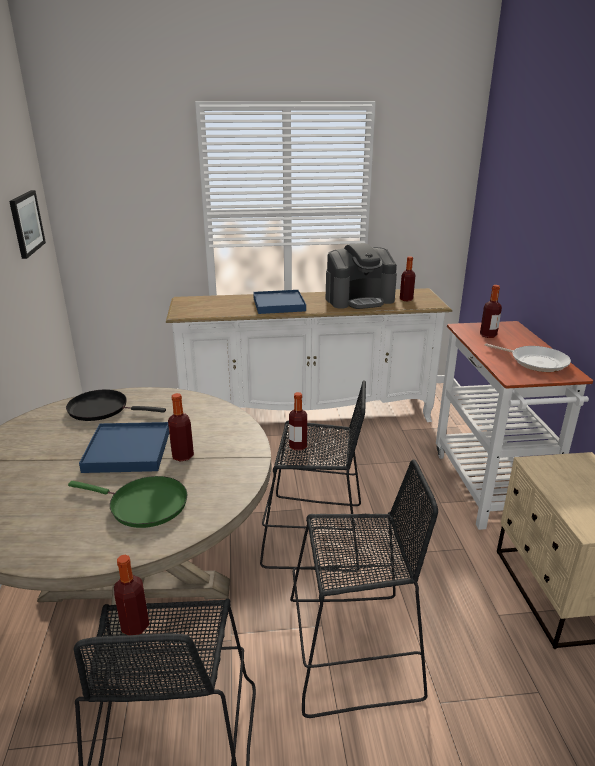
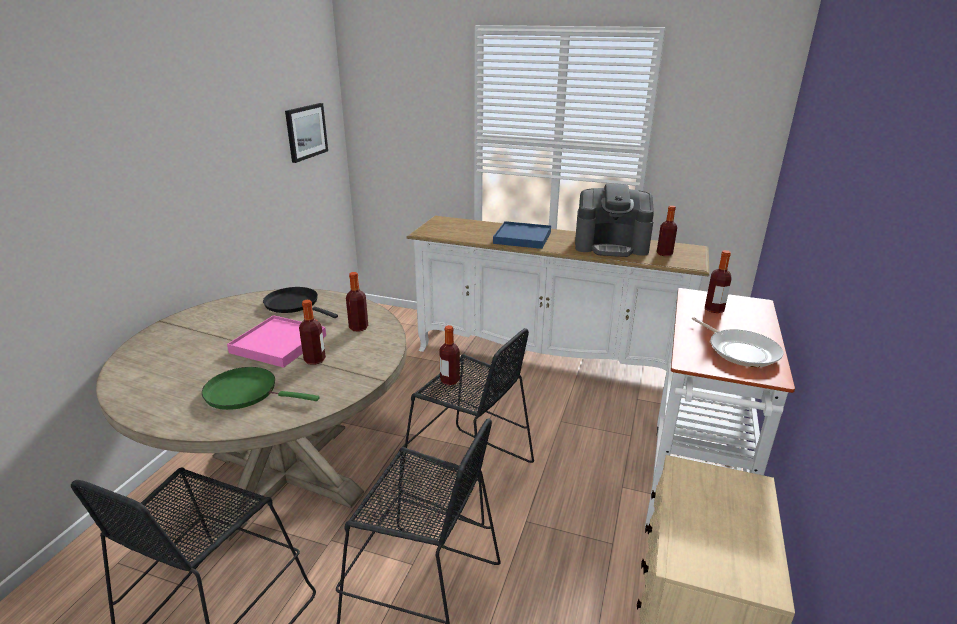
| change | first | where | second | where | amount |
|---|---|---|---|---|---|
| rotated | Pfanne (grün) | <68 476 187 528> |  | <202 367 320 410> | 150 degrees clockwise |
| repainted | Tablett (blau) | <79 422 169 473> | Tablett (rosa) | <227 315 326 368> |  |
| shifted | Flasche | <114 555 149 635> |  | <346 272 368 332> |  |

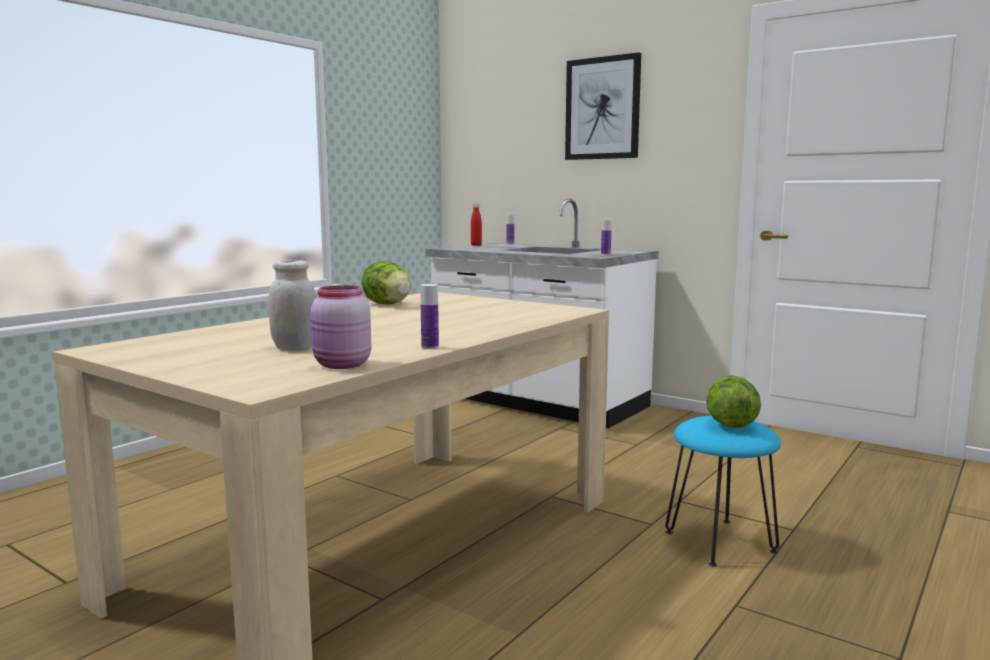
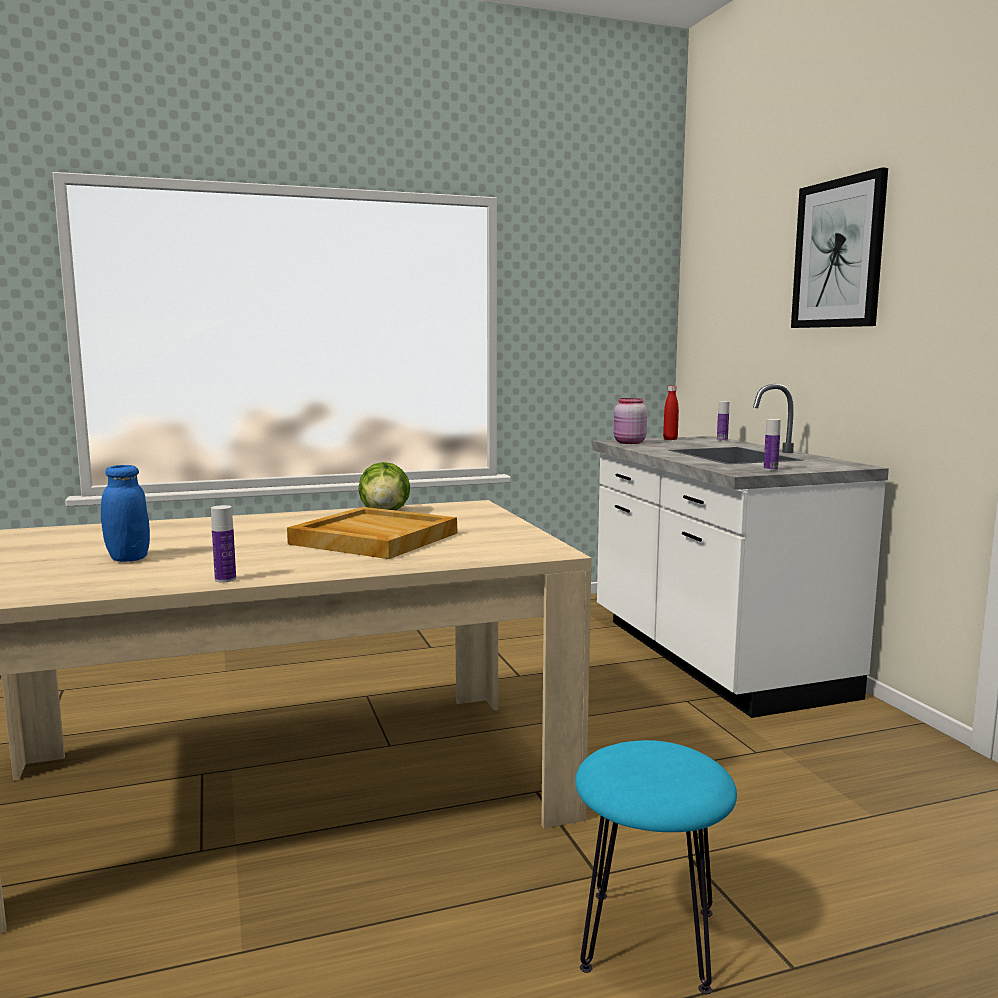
| change | first | where | second | where | amount |
|---|---|---|---|---|---|
| repainted | Vorratsglas (weiß) | <269 260 316 351> | Vorratsglas (blau) | <101 465 150 562> |  |
| shifted | Vorratsglas (rosa) | <311 285 371 369> |  | <614 398 647 444> |  |
| gone | Salatkopf | <706 375 761 428> |  |  |  |
| new |  |  | Tablett (beige) | <287 507 457 559> |  |

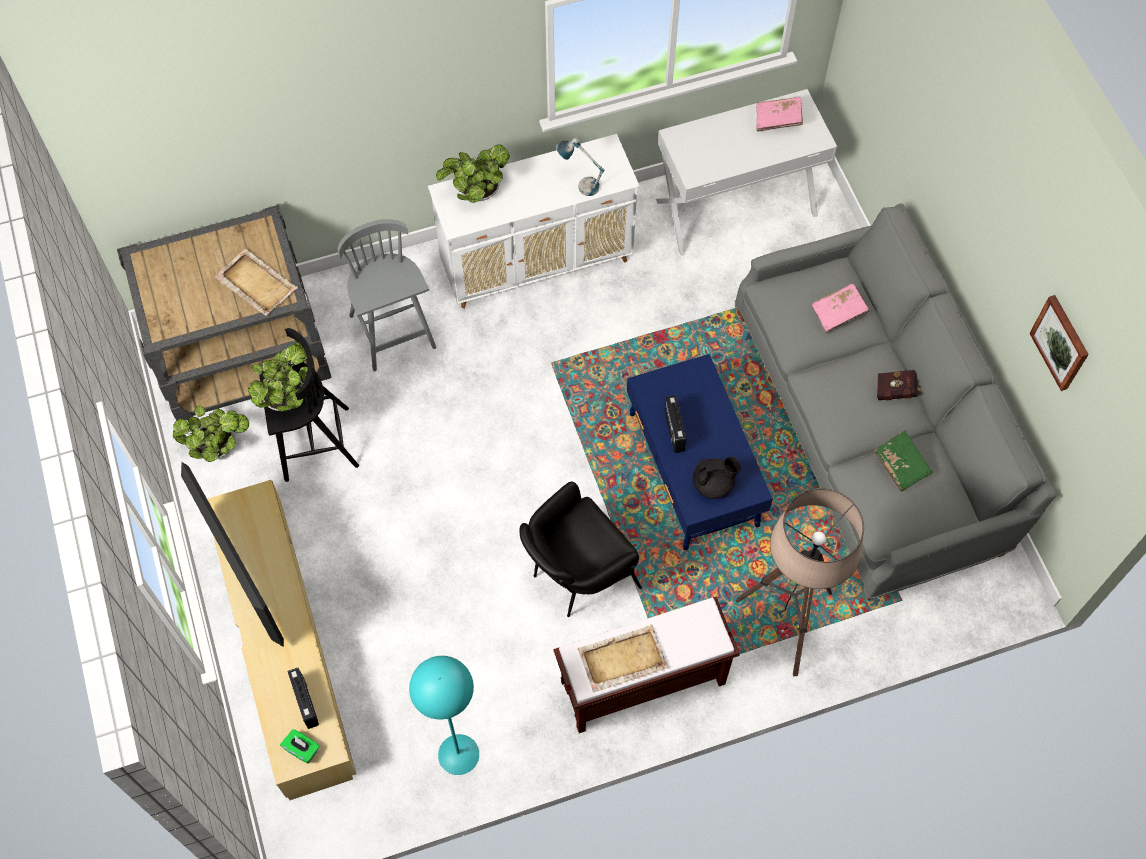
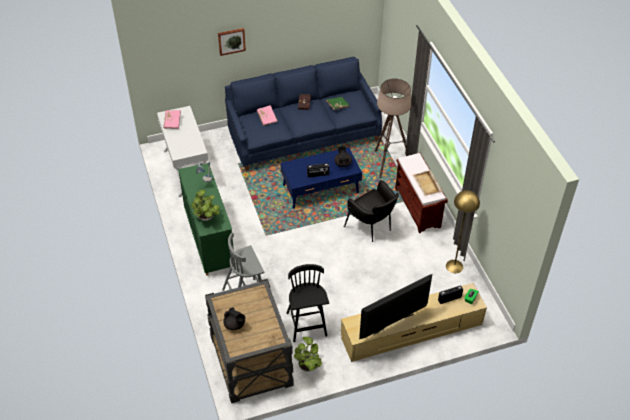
| change | first | where | second | where | amount |
|---|---|---|---|---|---|
| gone | Tablett (beige) | <214 249 298 316> |  |  |  |
| gone | Topfpflanze | <248 342 312 411> |  |  |  |
| repainted | Stehlampe (türkis) | <409 656 479 775> | Stehlampe (gelb) | <446 190 480 273> |  |
| repainted | Schrank (weiß) | <428 134 640 309> | Schrank (grün) | <178 164 234 276> |  |
| repainted | Sofa (grau) | <735 203 1056 600> | Sofa (blau) | <225 57 382 171> |  |
| shifted | Bild | <1029 295 1089 391> |  | <218 28 246 56> |  |
| new |  |  | Teekanne (schwarz) | <223 308 246 330> |  |

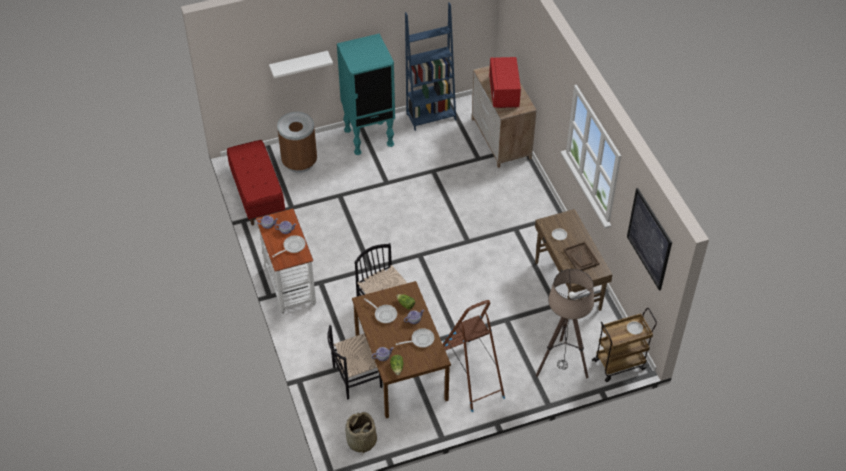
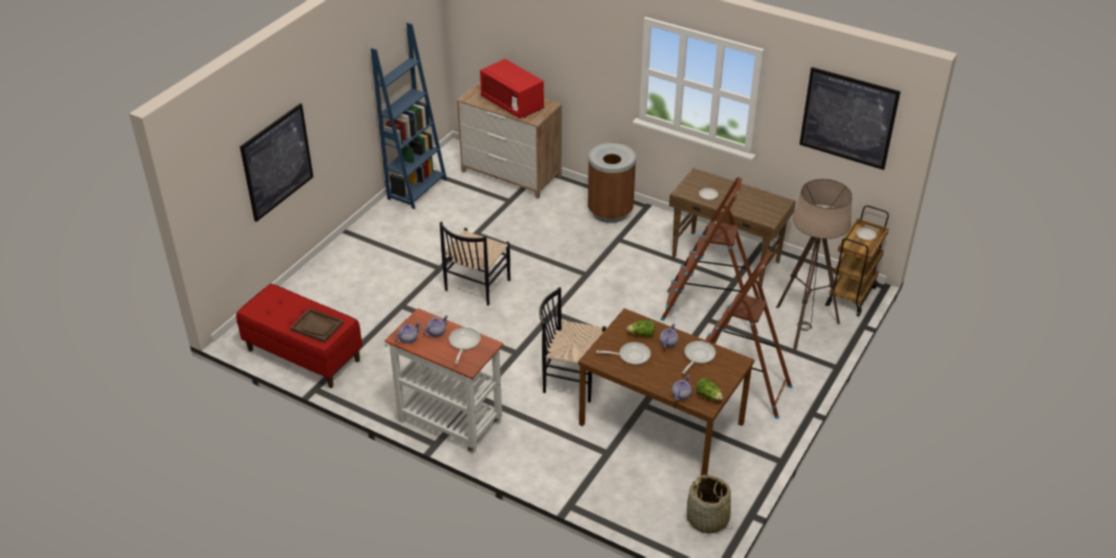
| change | first | where | second | where | amount |
|---|---|---|---|---|---|
| swapped | Wandregal (weiß) | <269 51 333 78> | Bild | <240 103 313 222> |  |
| shifted | Mülleimer (braun) | <277 112 317 173> |  | <588 142 636 223> |  |
| shifted | Stuhl (schwarz) | <327 325 382 399> |  | <440 221 510 306> |  |
| gone | Schrank (türkis) | <337 33 395 155> |  |  |  |
| shifted | Tablett (braun) | <563 241 599 271> |  | <290 308 343 343> |  |
| new |  |  | Trittleiter (braun) | <660 177 760 334> |  |

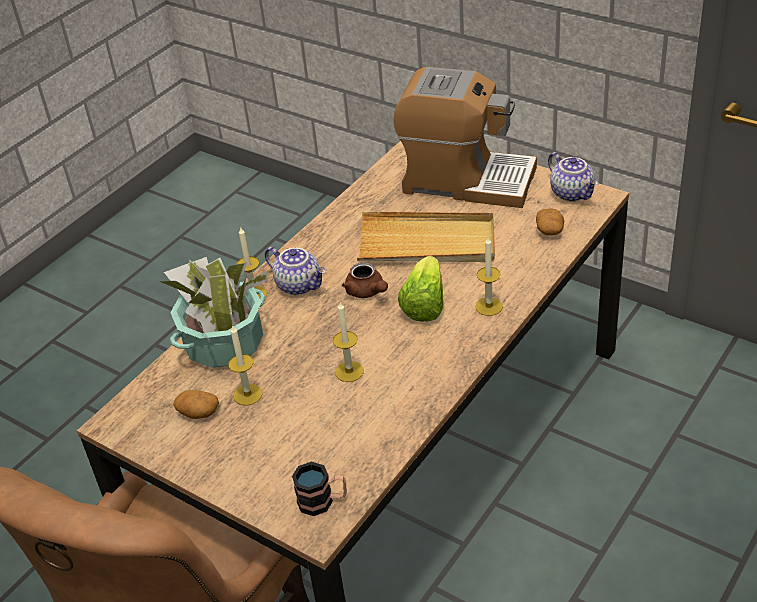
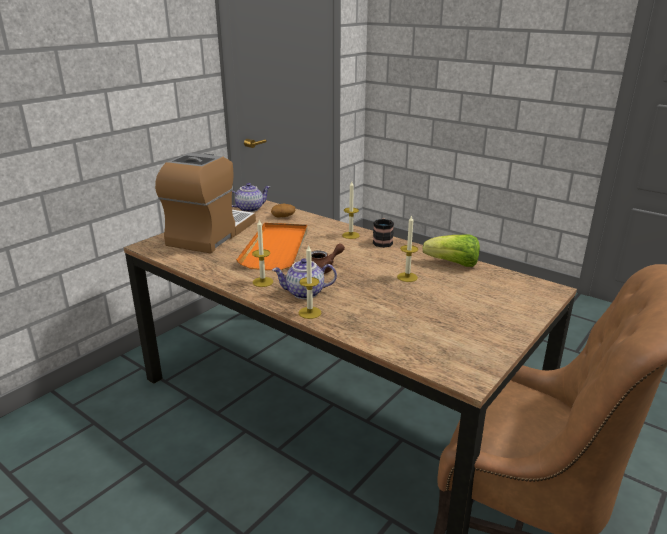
| change | first | where | second | where | amount |
|---|---|---|---|---|---|
| gone | Topfpflanze | <159 257 268 368> |  |  |  |
| gone | Kartoffel | <173 390 219 419> |  |  |  |
| shifted | Kerze | <228 325 262 406> |  | <252 220 273 287> |  |
| rotated | Teekanne | <265 247 326 295> |  | <272 258 337 299> | 135 degrees counterclockwise |
| shifted | Henkelbecher | <292 462 347 516> |  | <373 218 394 248> |  |
| repainted | Tablett (beige) | <357 212 495 262> | Tablett (orange) | <236 223 308 270> |  |
| shifted | Salatkopf | <398 256 443 322> |  | <423 234 480 267> |  |

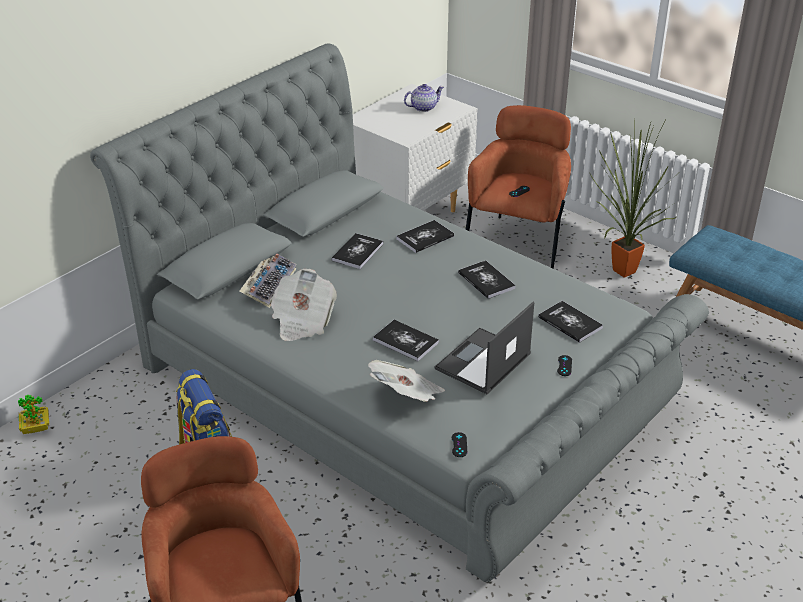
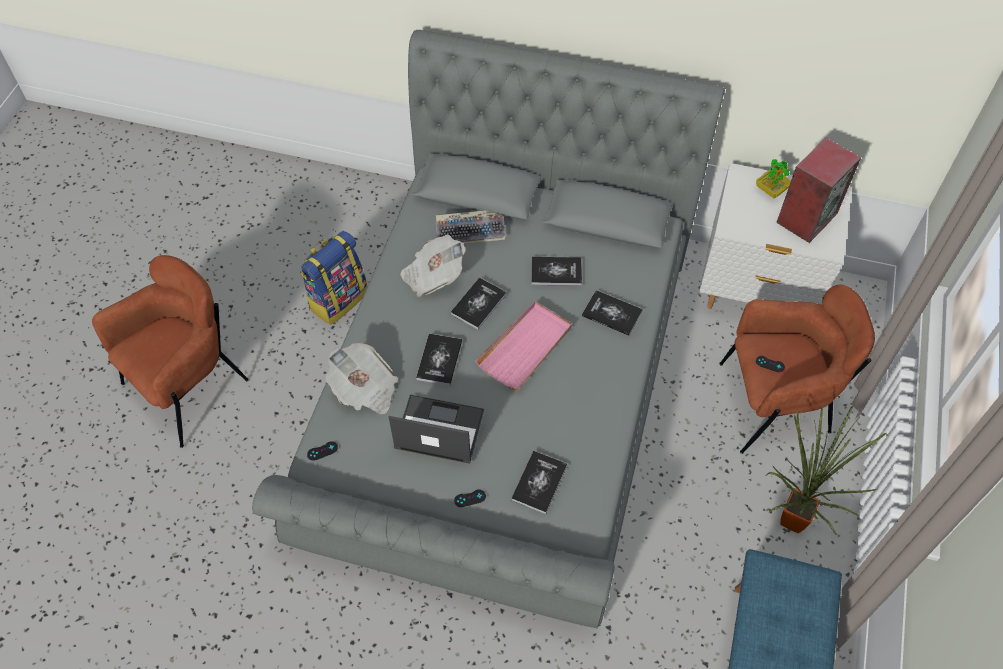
| change | first | where | second | where | amount |
|---|---|---|---|---|---|
| shifted | Topfpflanze | <18 395 49 434> |  | <756 159 791 199> |  |
| swapped | Teekanne | <404 84 444 112> | Lautsprecher | <776 137 861 243> |  |
| shifted | Buch | <458 260 516 299> |  | <450 278 507 329> |  |
| new |  |  | Tablett (rosa) | <475 301 572 390> |  |

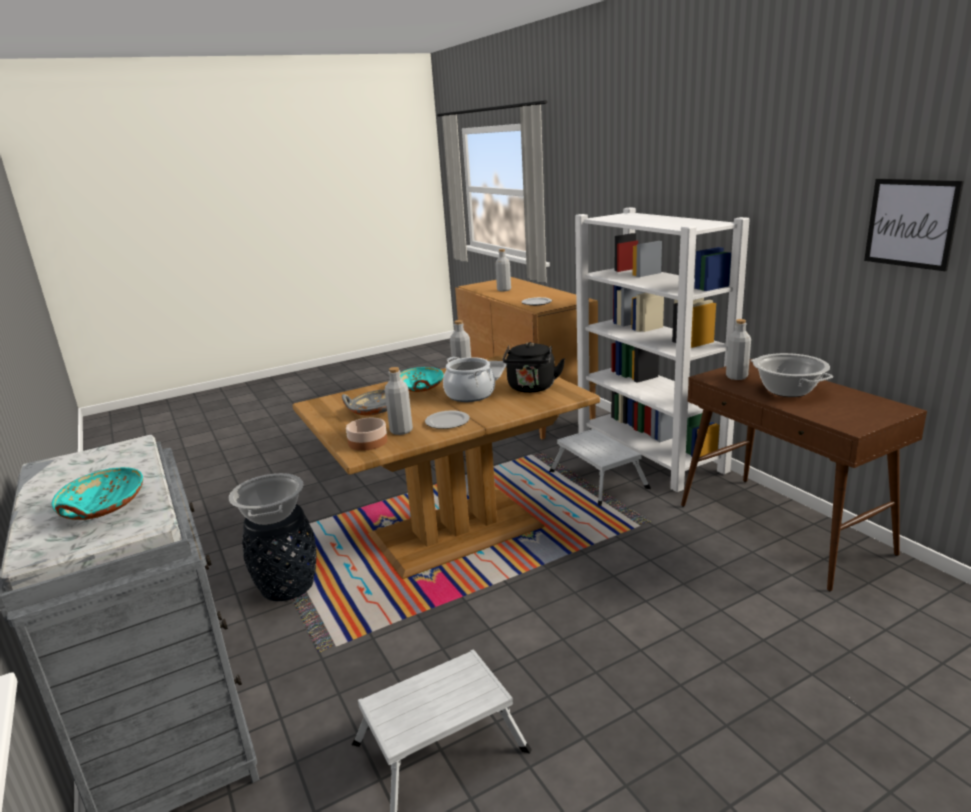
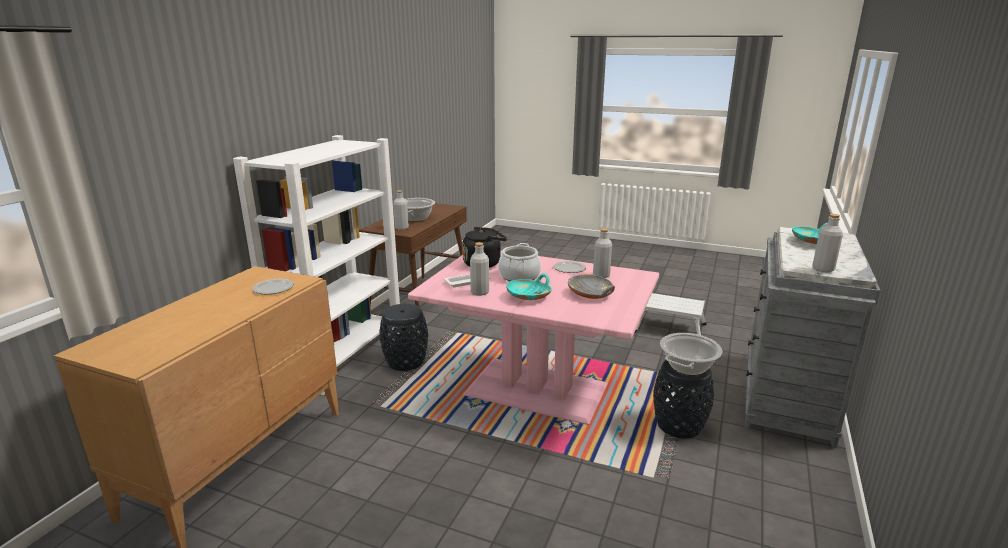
| change | first | where | second | where | amount |
|---|---|---|---|---|---|
| repainted | Esstisch (braun) | <293 354 600 579> | Esstisch (rosa) | <408 251 659 425> |  |
| gone | Schüssel | <346 418 387 451> |  |  |  |
| shifted | Flasche (grau) | <495 249 511 292> |  | <813 214 843 273> |  |
| swapped | Trittleiter (weiß) | <549 428 651 506> | Hocker (schwarz) | <379 304 428 371> |  |
| gone | Bild | <864 179 964 271> |  |  |  |

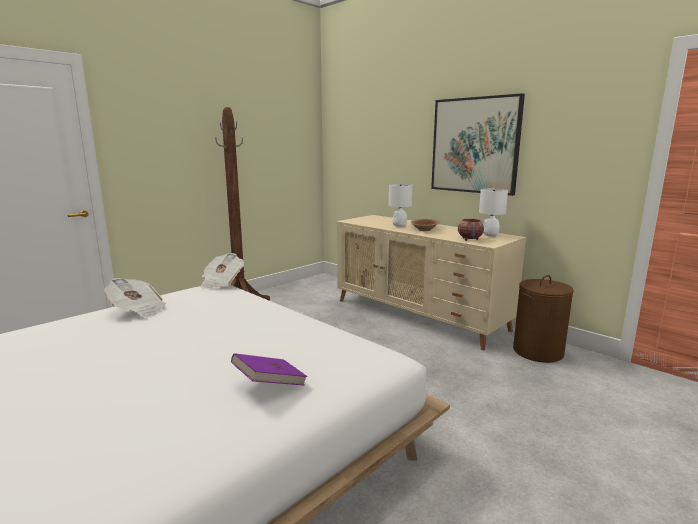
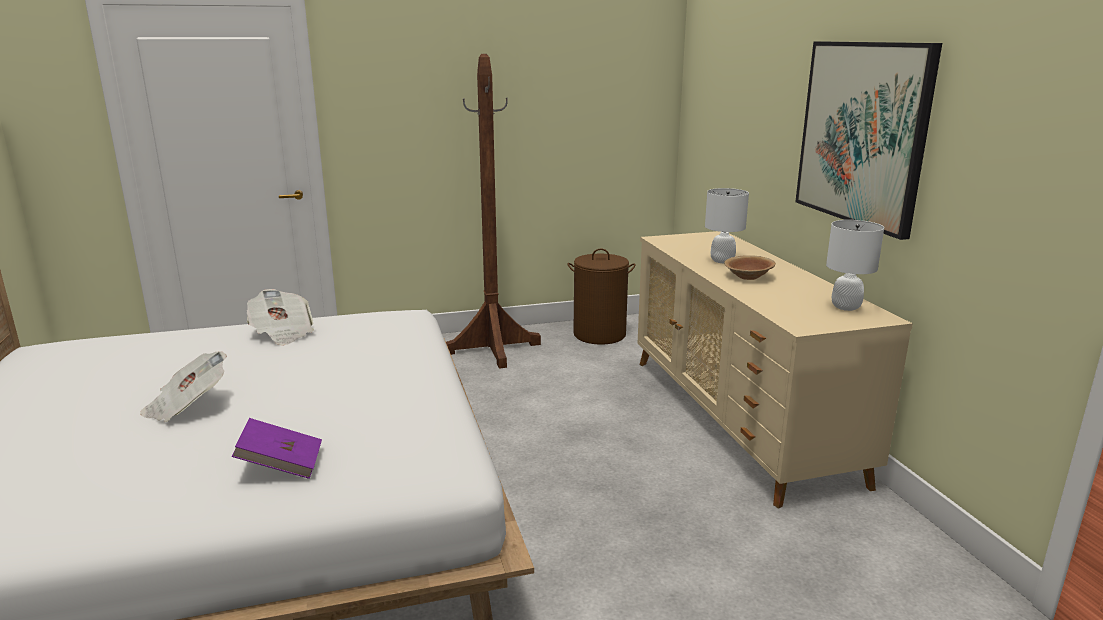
| change | first | where | second | where | amount |
|---|---|---|---|---|---|
| shifted | Zeitung | <201 253 244 289> |  | <140 351 227 422> |  |
| gone | Schüssel | <458 219 484 241> |  |  |  |
| shifted | Wäschekorb (braun) | <513 275 574 363> |  | <568 249 636 345> |  |

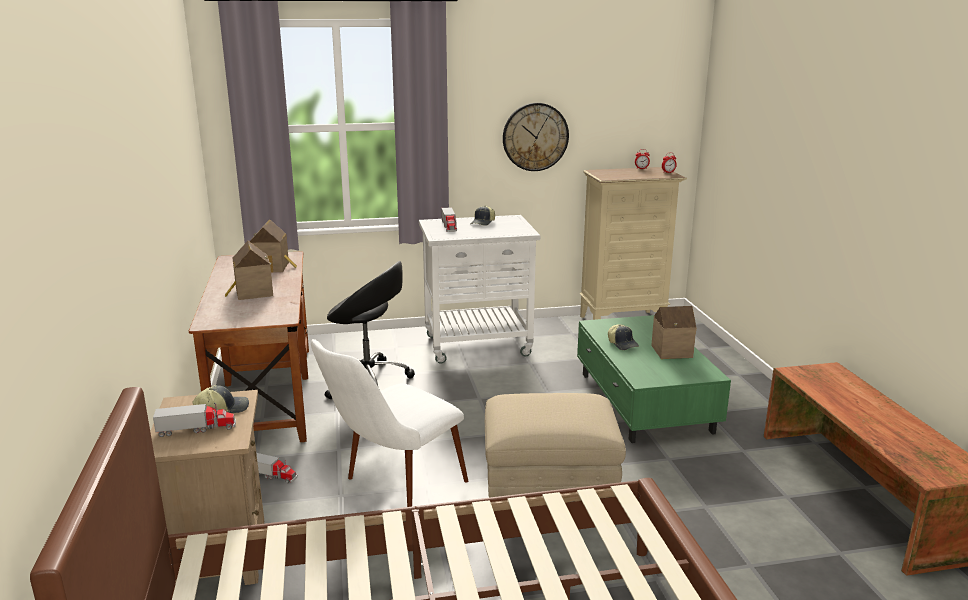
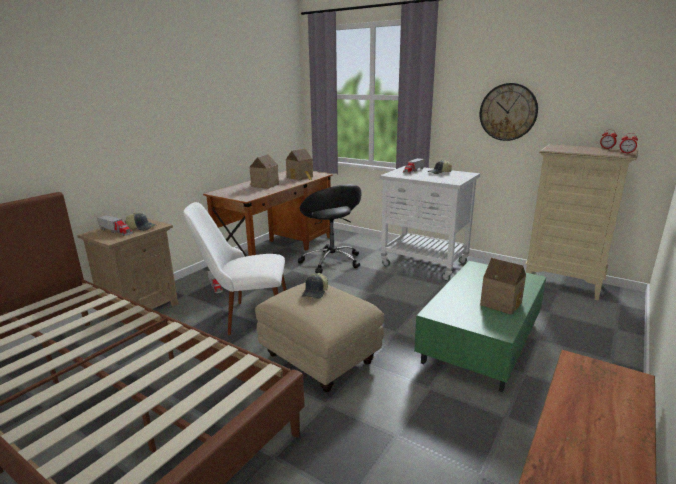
| change | first | where | second | where | amount |
|---|---|---|---|---|---|
| shifted | Kappe | <608 324 639 350> |  | <302 273 328 299> |  |

